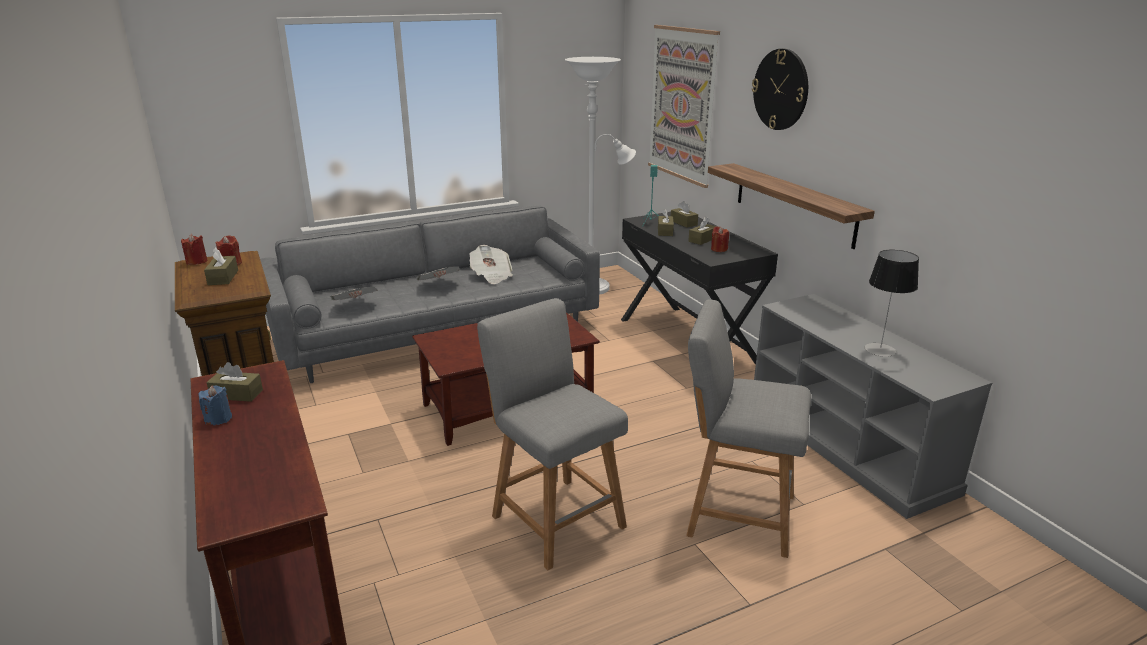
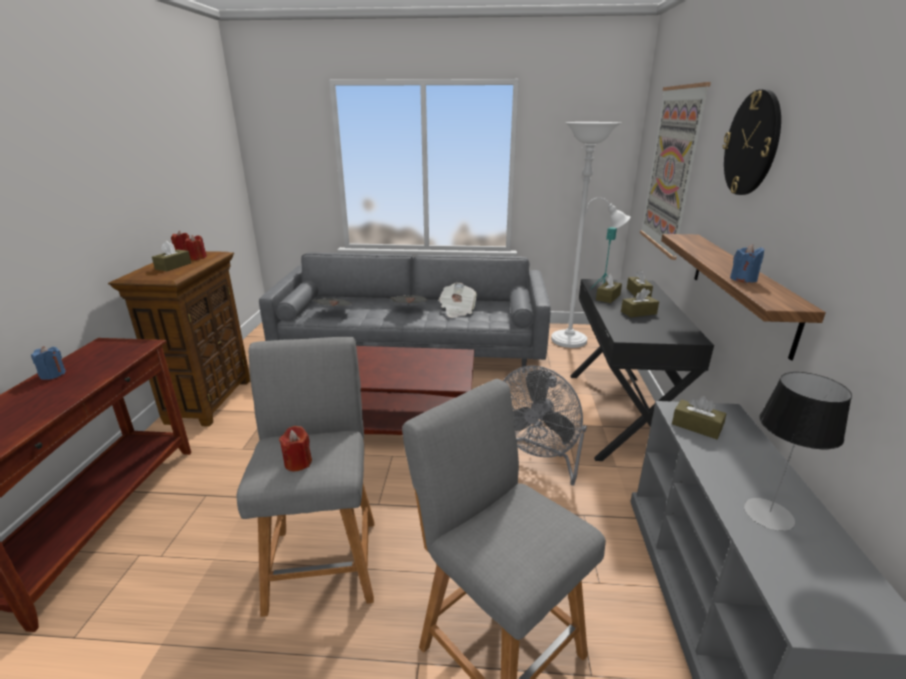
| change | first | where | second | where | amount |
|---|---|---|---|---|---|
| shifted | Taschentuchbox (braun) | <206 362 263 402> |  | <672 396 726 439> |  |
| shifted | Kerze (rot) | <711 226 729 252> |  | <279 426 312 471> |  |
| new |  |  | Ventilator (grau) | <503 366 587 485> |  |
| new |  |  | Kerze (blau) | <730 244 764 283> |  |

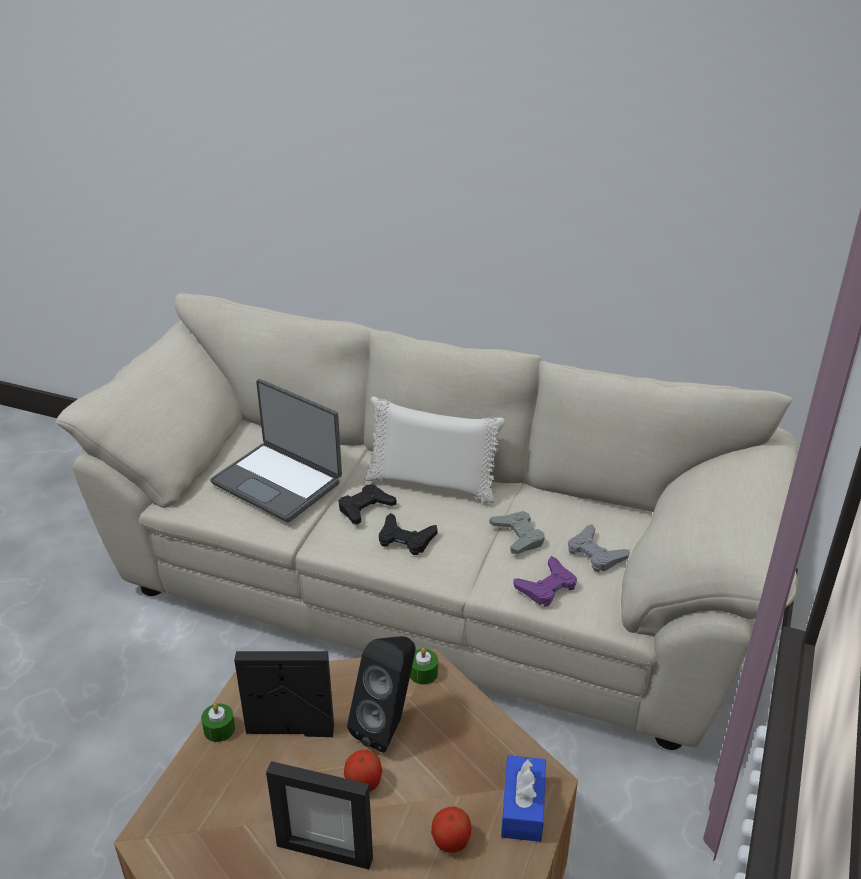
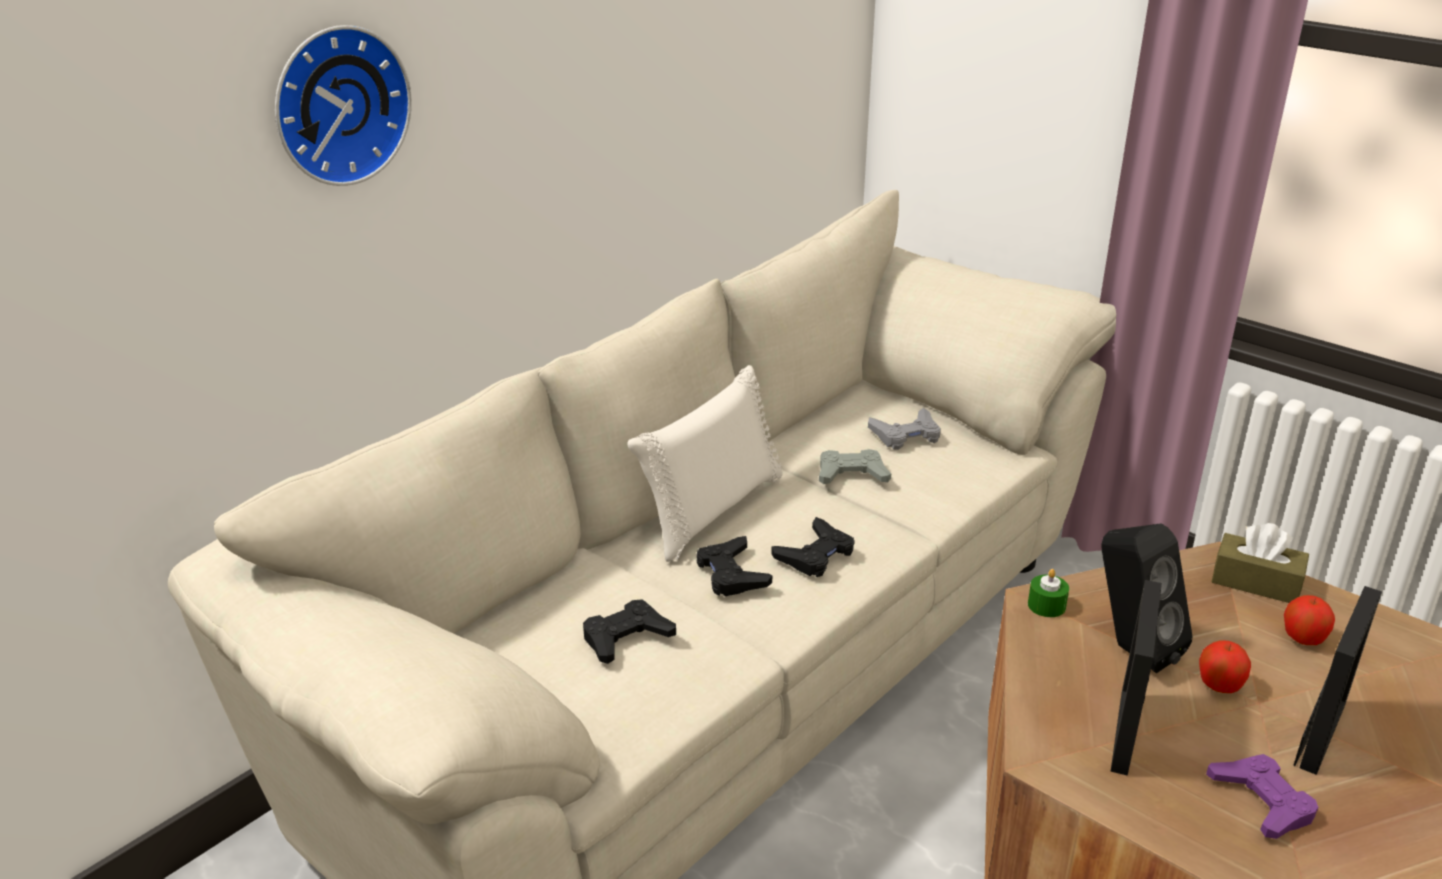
| change | first | where | second | where | amount |
|---|---|---|---|---|---|
| gone | Kerze (grün) | <201 704 235 742> |  |  |  |
| swapped | Laptop | <210 379 342 522> | Gamepad (schwarz) | <583 599 676 664> |  |
| repainted | Taschentuchbox (blau) | <501 755 546 842> | Taschentuchbox (braun) | <1212 523 1309 603> |  |
| shifted | Gamepad (lila) | <514 556 577 606> |  | <1206 754 1318 839> |  |
| new |  |  | Wanduhr | <275 25 412 186> |  |

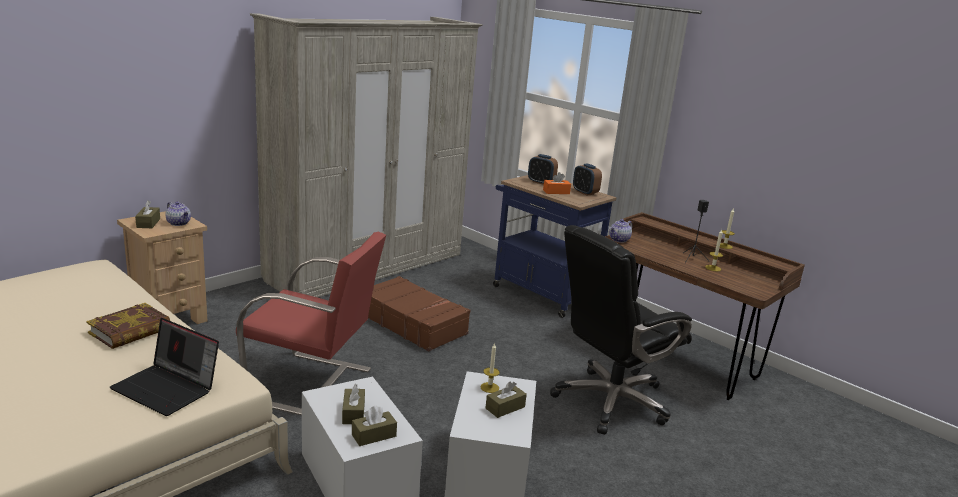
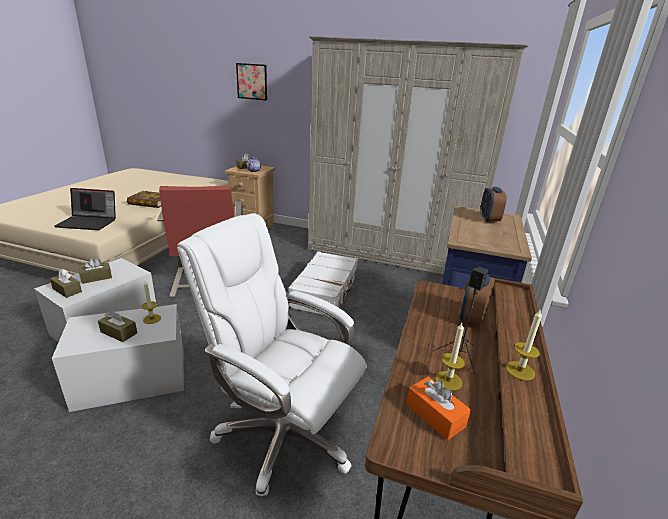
| change | first | where | second | where | amount |
|---|---|---|---|---|---|
| rotated | Laptop | <110 318 219 416> |  | <54 188 116 230> | 90 degrees counterclockwise |
| repainted | Koffer (braun) | <368 276 471 352> | Koffer (weiß) | <288 251 359 315> |  |
| shifted | Taschentuchbox (orange) | <543 172 571 194> |  | <406 377 471 440> |  |
| repainted | Bürostuhl (schwarz) | <550 225 692 435> | Bürostuhl (weiß) | <177 213 366 496> |  |
| shifted | Wecker | <573 164 602 196> |  | <460 275 495 326> |  |
| gone | Teekanne | <609 219 632 243> |  |  |  |
| new |  |  | Bild | <236 63 267 101> |  |

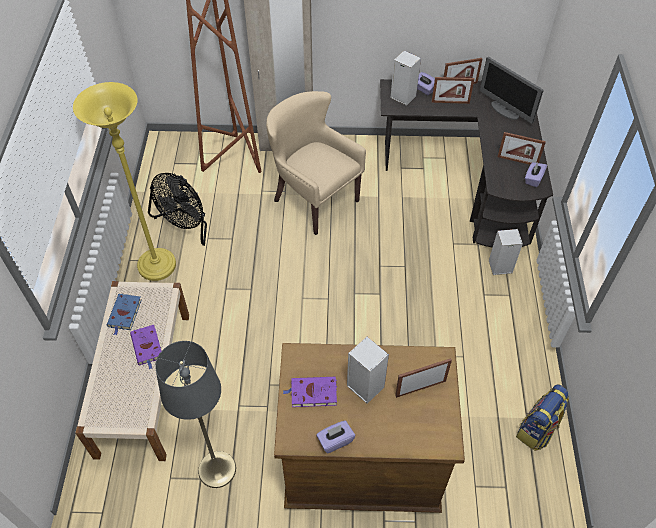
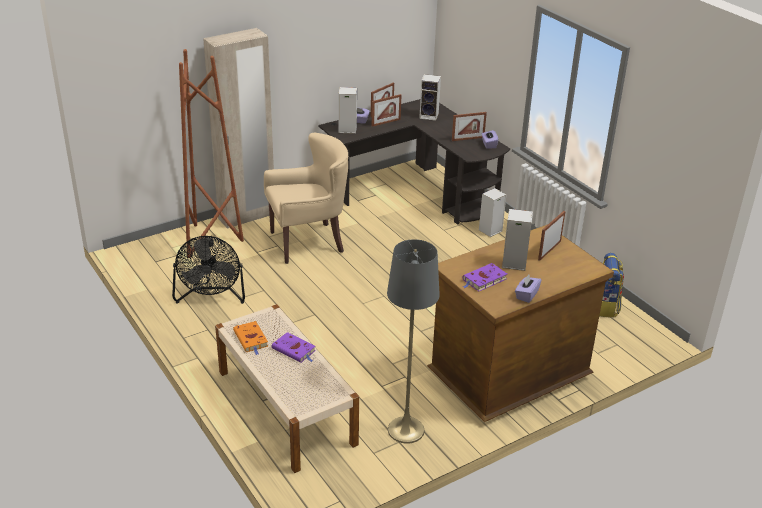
| change | first | where | second | where | amount |
|---|---|---|---|---|---|
| gone | Stehlampe (gelb) | <73 82 176 281> |  |  |  |
| repainted | Buch (blau) | <107 294 142 335> | Buch (orange) | <233 321 268 355> |  |
| rotated | Sessel (beige) | <266 91 366 235> |  | <264 133 348 264> | 150 degrees clockwise |
| swapped | Monitor | <480 57 544 124> | Lautsprecher | <419 74 441 121> |  |

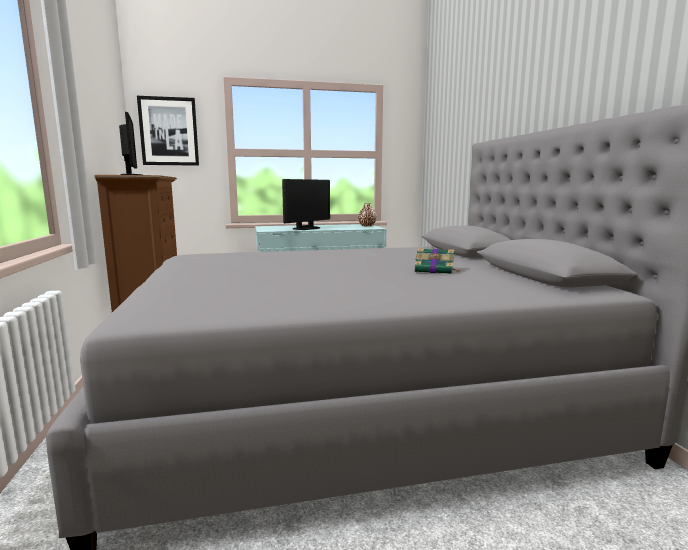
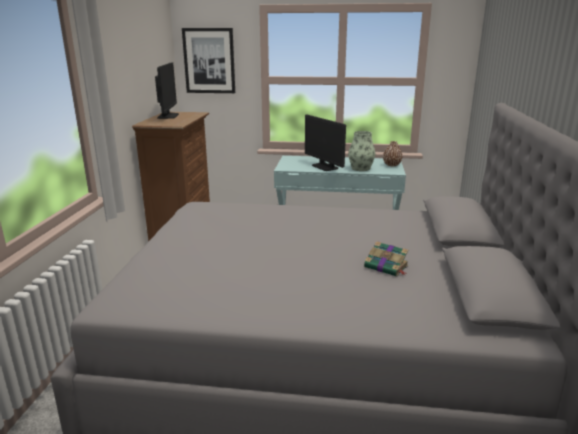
| change | first | where | second | where | amount |
|---|---|---|---|---|---|
| rotated | Monitor | <282 179 330 230> |  | <305 115 346 171> | 90 degrees clockwise |
| new |  |  | Vase | <348 131 375 171> |  |

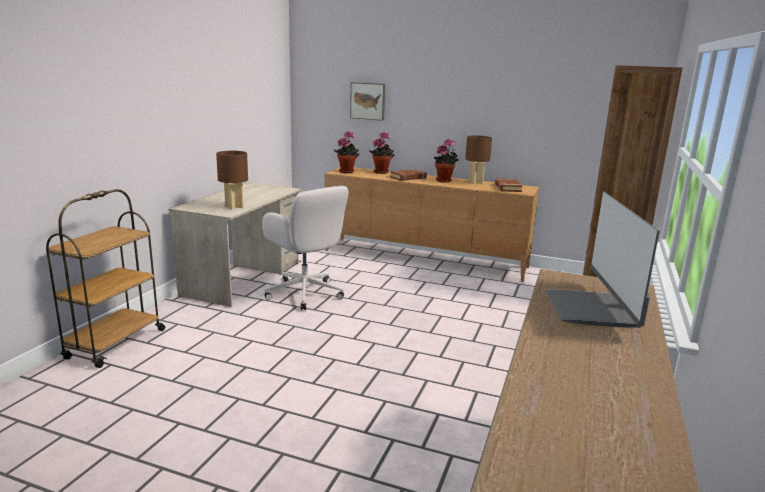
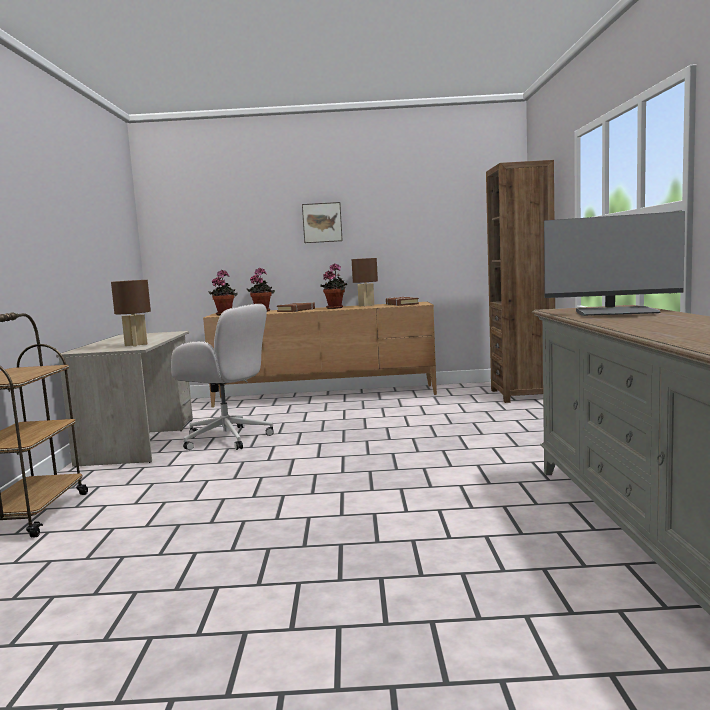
| change | first | where | second | where | amount |
|---|---|---|---|---|---|
| shifted | Bild | <350 82 385 121> |  | <302 202 343 243> |  |
| rotated | Monitor | <545 192 660 328> |  | <544 211 685 316> | 60 degrees counterclockwise |

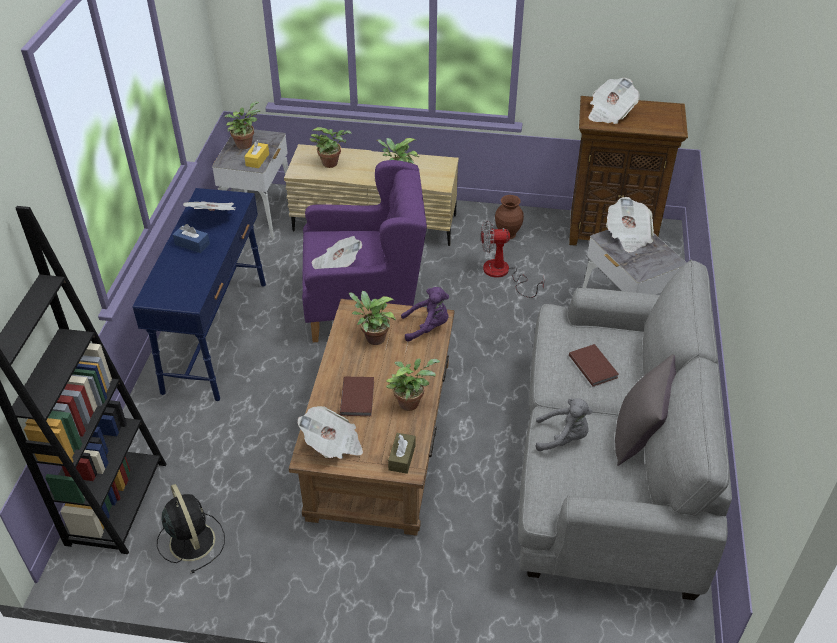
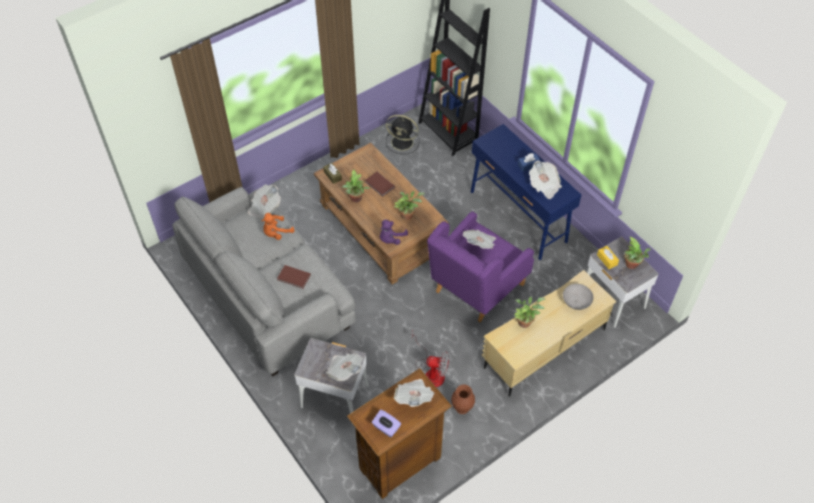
| change | first | where | second | where | amount |
|---|---|---|---|---|---|
| shifted | Zeitung | <298 406 363 459> |  | <248 184 281 220> |  |
| swapped | Topfpflanze | <310 127 352 168> | Schüssel (grau) | <563 284 593 310> |  |
| rotated | Ventilator | <481 220 544 298> |  | <412 331 449 387> | 60 degrees clockwise |
| repainted | Plüschtier (grau) | <536 398 592 451> | Plüschtier (orange) | <261 213 294 240> |  |
| gone | Kissen (grau) | <615 354 676 466> |  |  |  |
| new |  |  | Taschentuchbox (lila) | <372 410 401 437> |  |

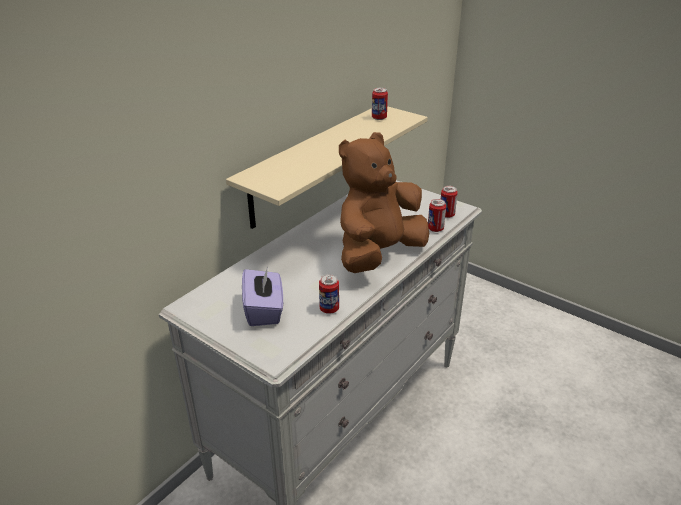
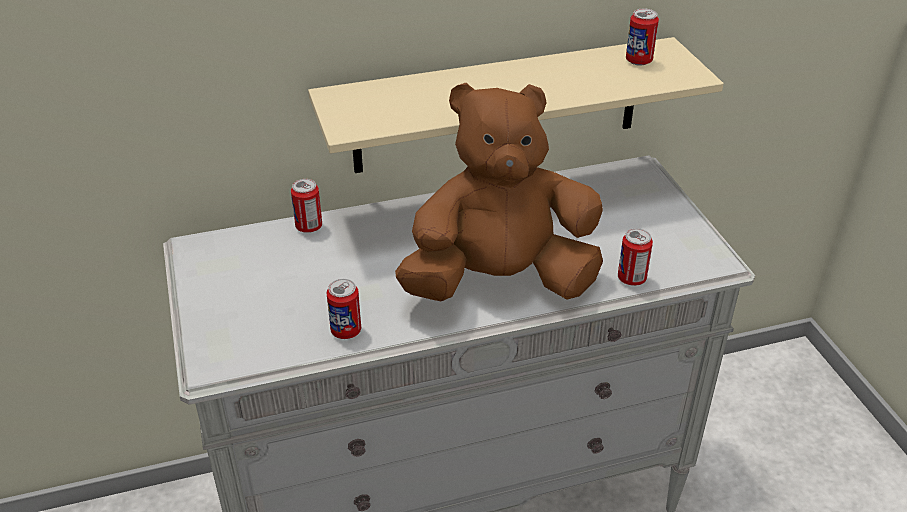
| change | first | where | second | where | amount |
|---|---|---|---|---|---|
| gone | Taschentuchbox (lila) | <242 267 283 326> |  |  |  |
| shifted | Dose | <441 186 458 218> |  | <291 179 322 233> |  |

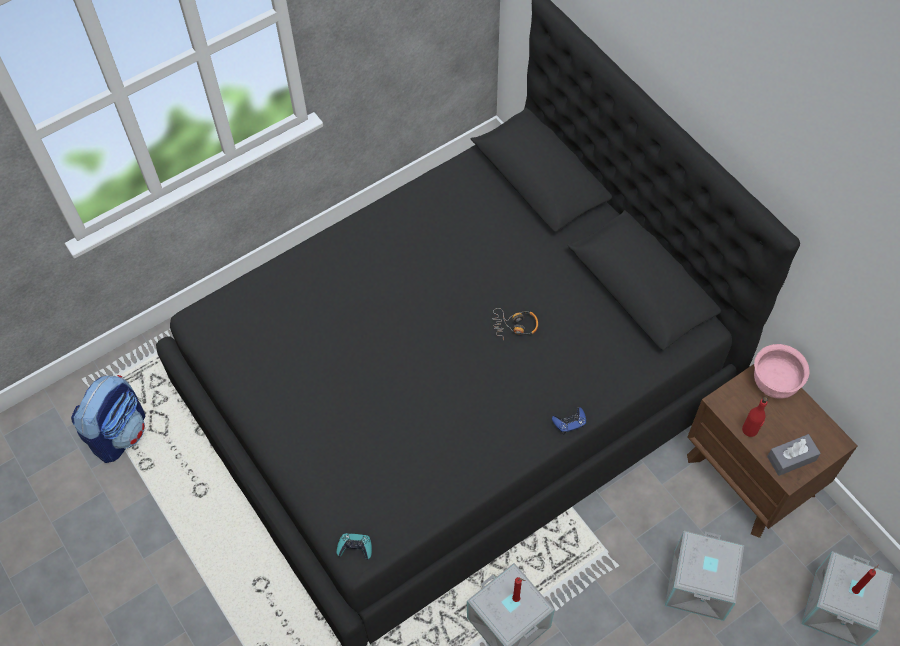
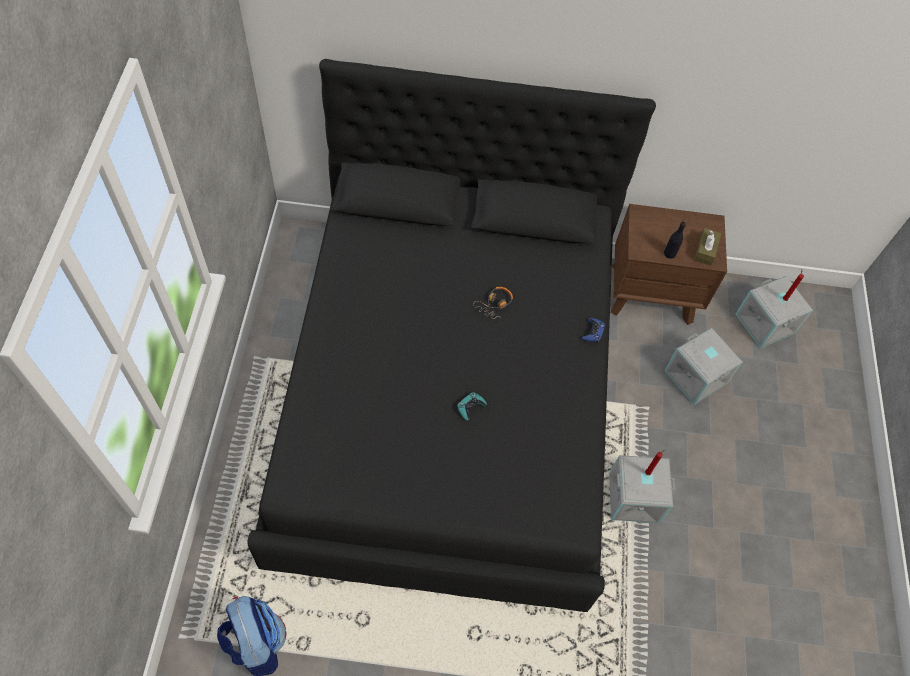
| change | first | where | second | where | amount |
|---|---|---|---|---|---|
| shifted | Gamepad (türkis) | <337 533 372 560> |  | <457 392 487 421> |  |
| repainted | Flasche (rot) | <742 397 768 437> | Flasche (schwarz) | <664 219 687 259> |  |
| gone | Schüssel (rosa) | <754 344 809 399> |  |  |  |
| repainted | Taschentuchbox (grau) | <767 434 821 476> | Taschentuchbox (braun) | <694 228 721 266> |  |

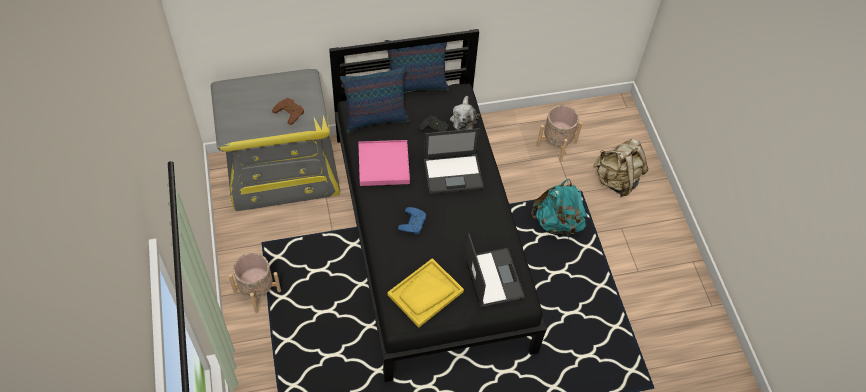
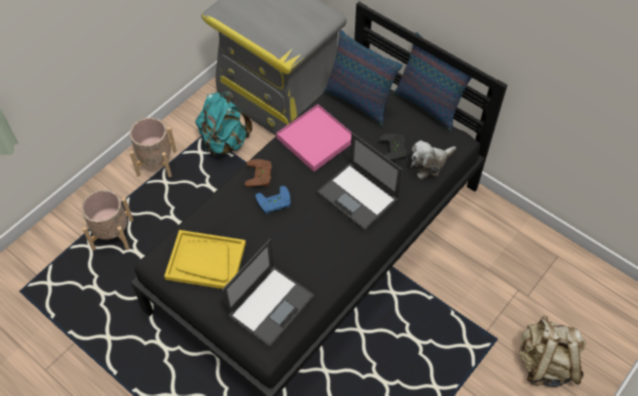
| change | first | where | second | where | amount |
|---|---|---|---|---|---|
| shifted | Gamepad (braun) | <272 98 304 125> |  | <245 159 272 187> |  |
| shifted | Rucksack (türkis) | <531 179 587 239> |  | <195 92 252 156> |  |
| shifted | Pflanzkübel (beige) | <536 105 582 161> |  | <81 190 133 251> |  |

